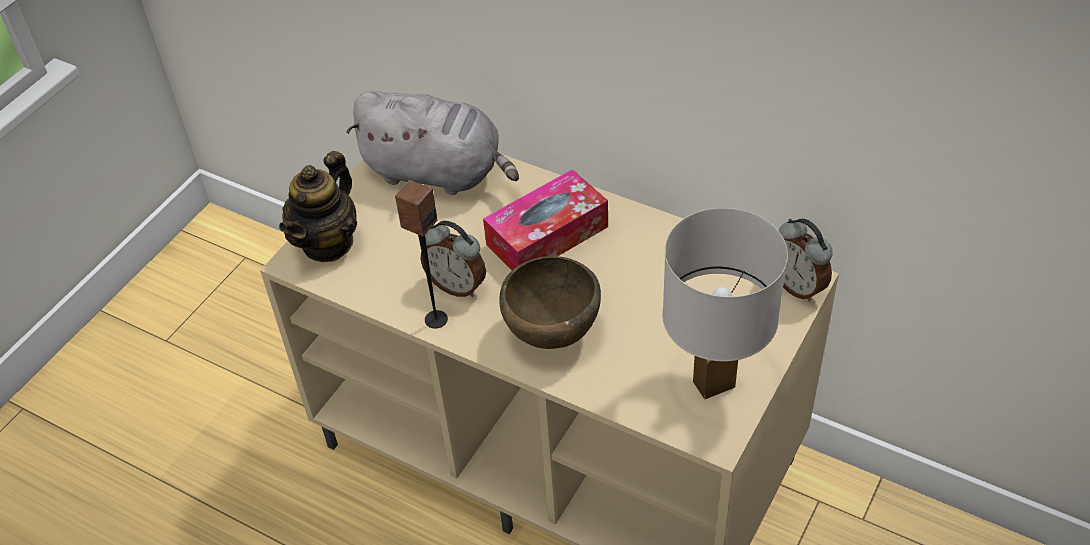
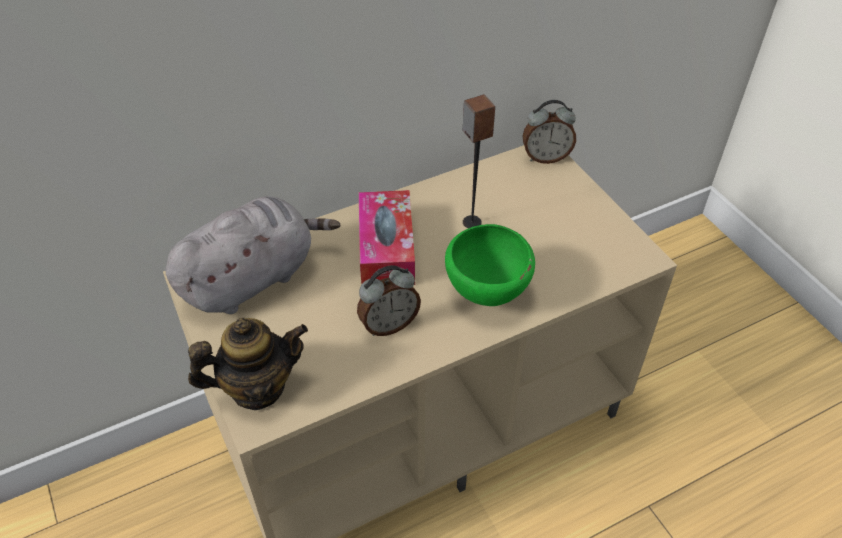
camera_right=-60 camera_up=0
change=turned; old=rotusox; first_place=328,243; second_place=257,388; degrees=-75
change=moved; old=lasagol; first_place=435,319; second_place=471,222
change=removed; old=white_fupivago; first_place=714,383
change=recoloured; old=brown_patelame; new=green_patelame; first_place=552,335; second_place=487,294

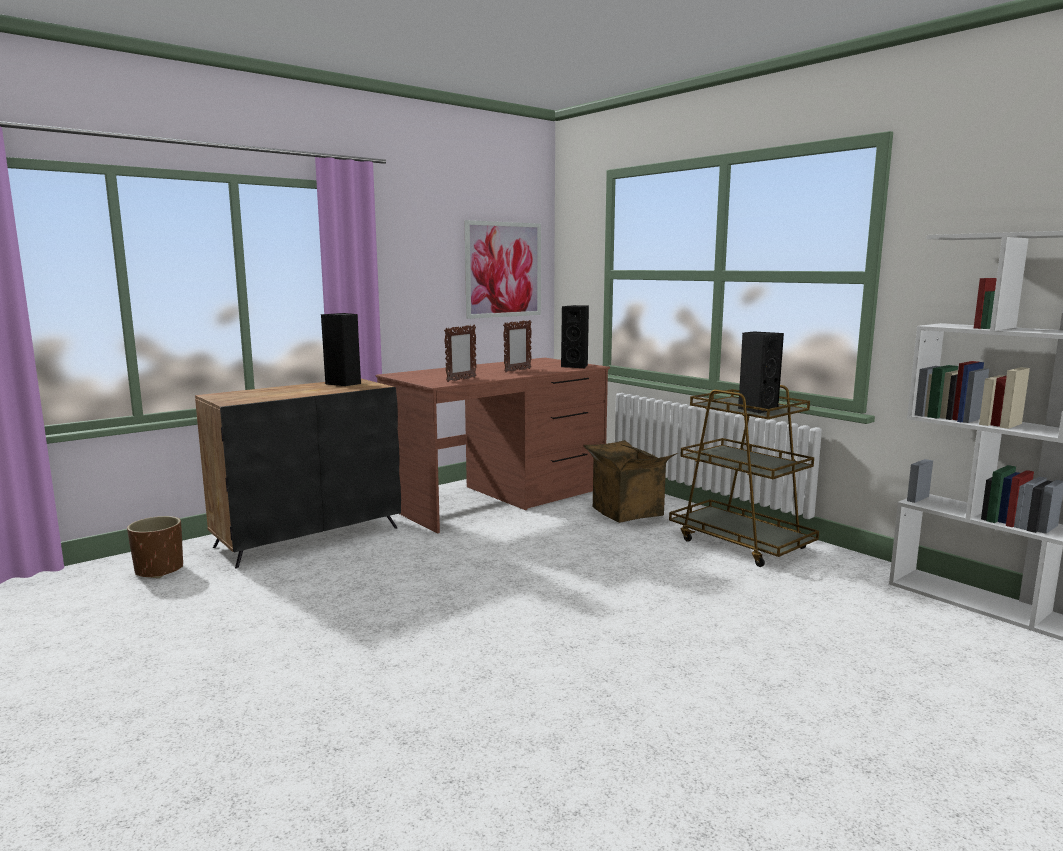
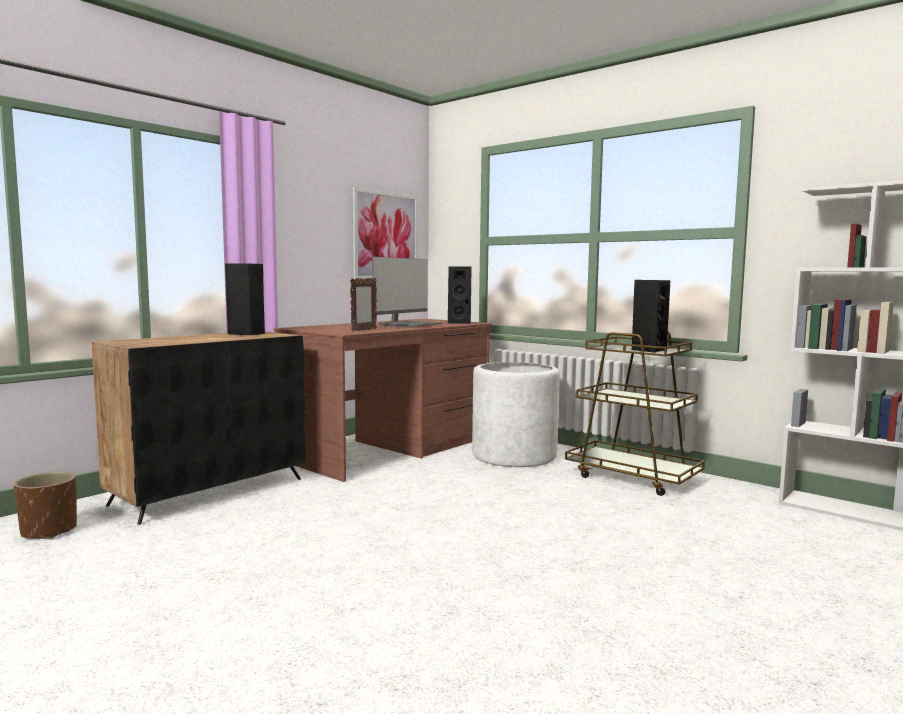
camera_right=-10 camera_up=-5
change=replaced; old=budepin; new=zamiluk; first_place=517,370; second_place=410,325
change=replaced; old=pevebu; new=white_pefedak; first_place=623,511; second_place=514,456

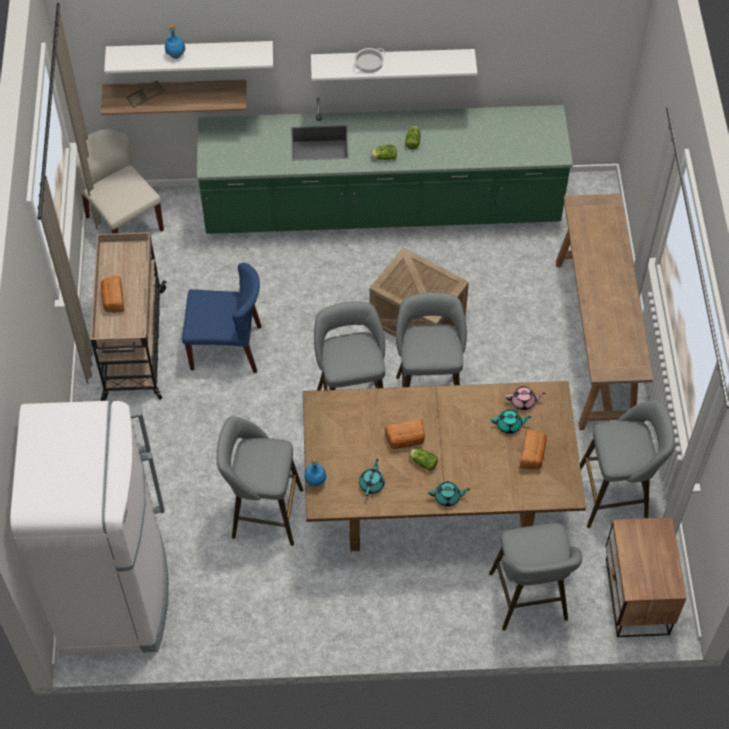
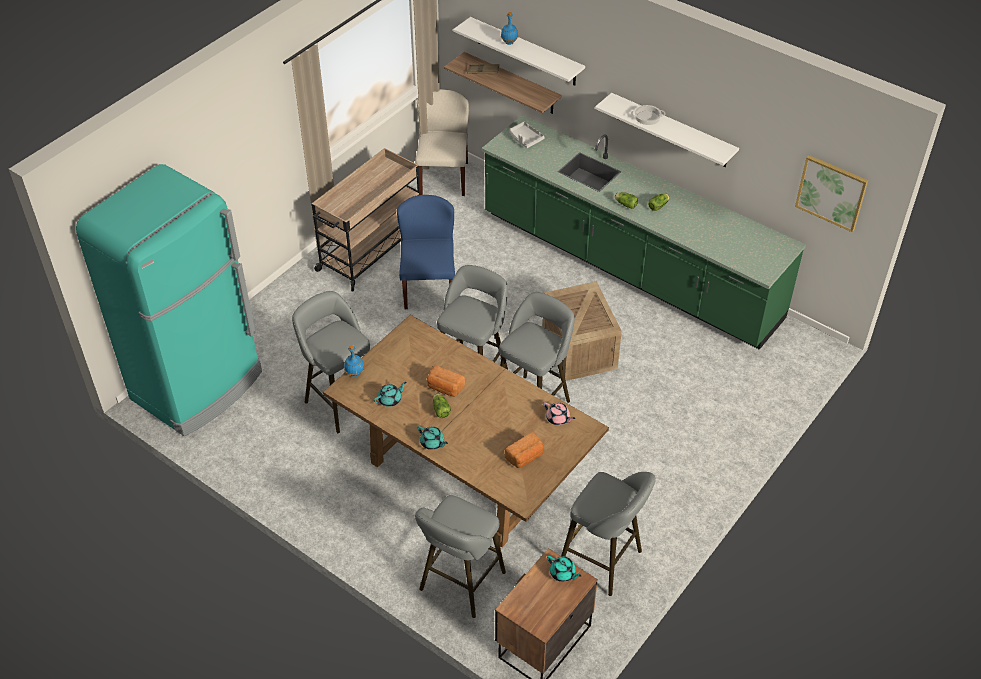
camera_right=40 camera_up=-10
change=removed; old=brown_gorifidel; first_place=594,342
change=turned; old=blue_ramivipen; first_place=227,347; second_place=428,287; degrees=-135
change=removed; old=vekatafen; first_place=113,300
change=recoloured; old=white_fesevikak; new=turquoise_fesevikak; first_place=116,595; second_place=198,386
change=moved; old=turquoise_rotusox; first_place=509,425; second_place=563,573
change=added; new=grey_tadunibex; second_place=525,139
change=added; new=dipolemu; second_place=831,192

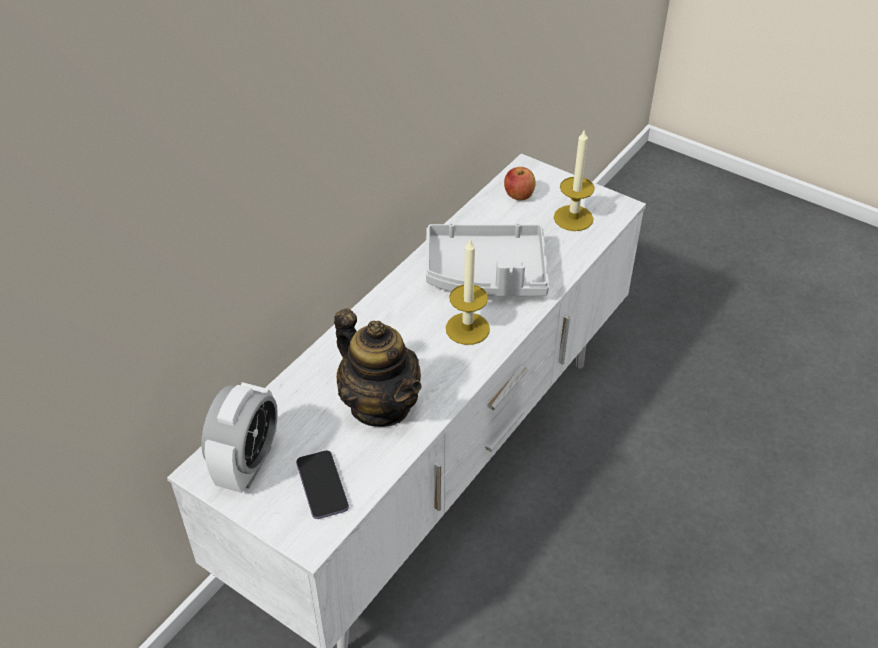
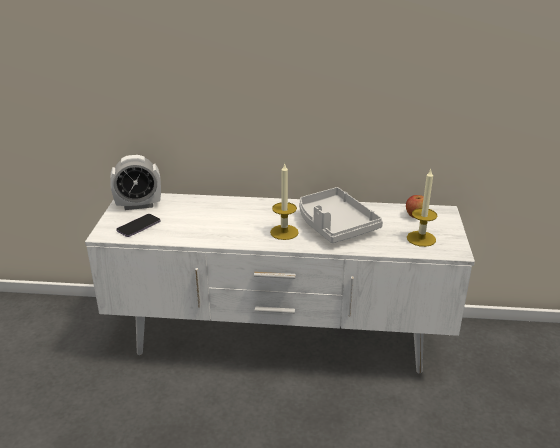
camera_right=60 camera_up=-15
change=removed; old=rotusox; first_place=380,405

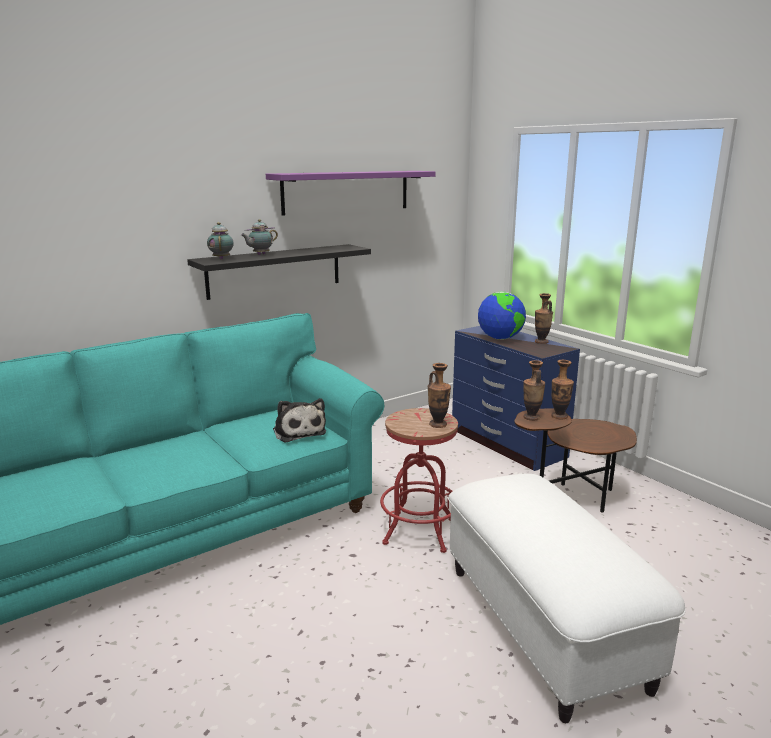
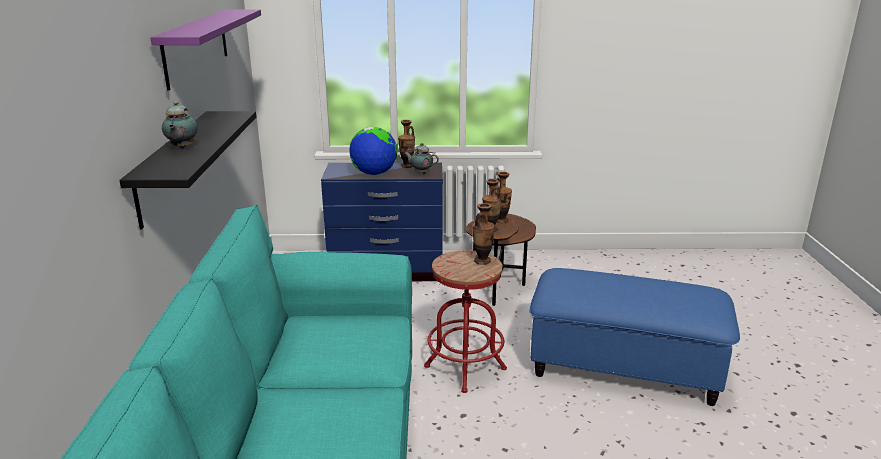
camera_right=-55 camera_up=5
change=moved; old=rotusox; first_place=221,258; second_place=421,173
change=removed; old=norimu; first_place=298,431
change=recoloured; old=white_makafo; new=blue_makafo; first_place=545,625; second_place=624,368

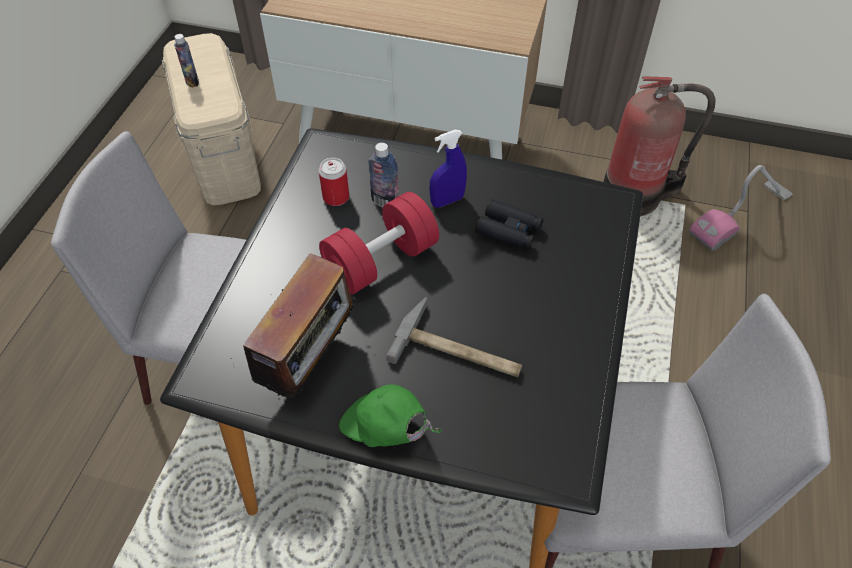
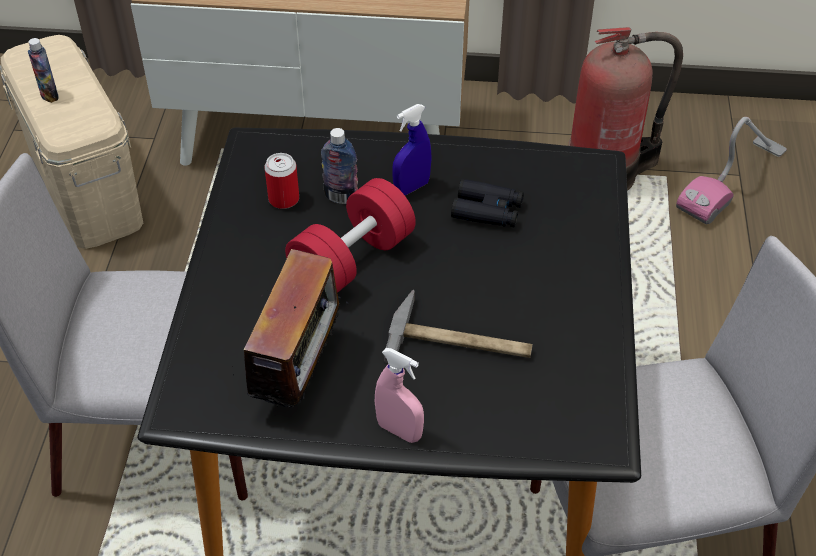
camera_right=-10 camera_up=-5
change=replaced; old=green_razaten; new=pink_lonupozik; first_place=385,430; second_place=399,431

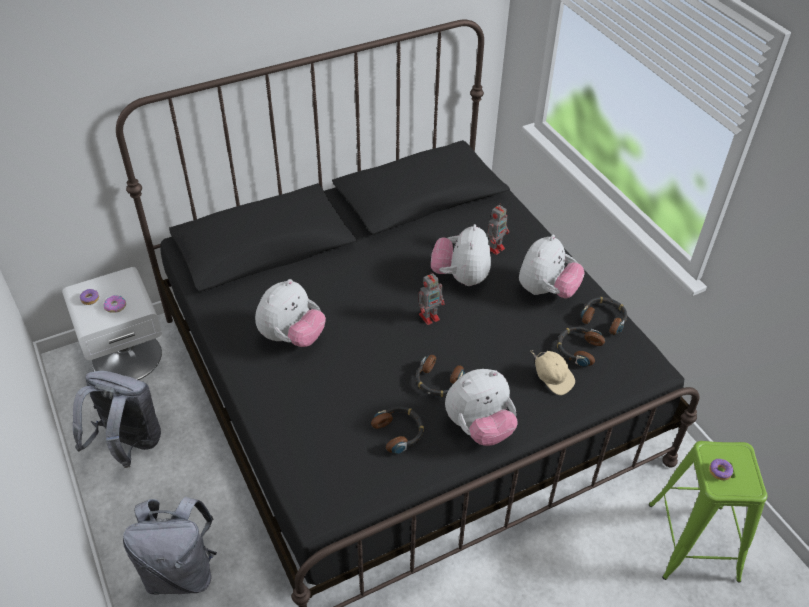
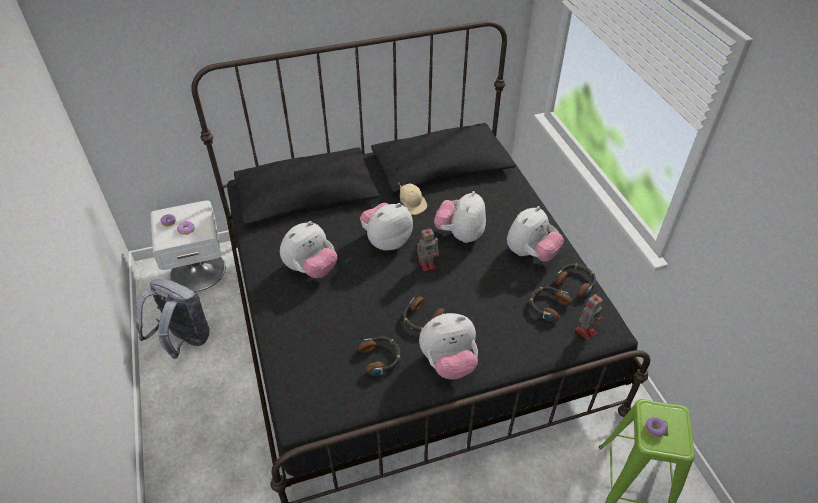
camera_right=10 camera_up=0
change=moved; old=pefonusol; first_place=495,247; second_place=586,331
change=moved; old=beige_razaten; first_place=552,378; second_place=412,204
change=removed; old=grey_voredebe; first_place=181,571
change=added; new=norimu; second_place=386,241

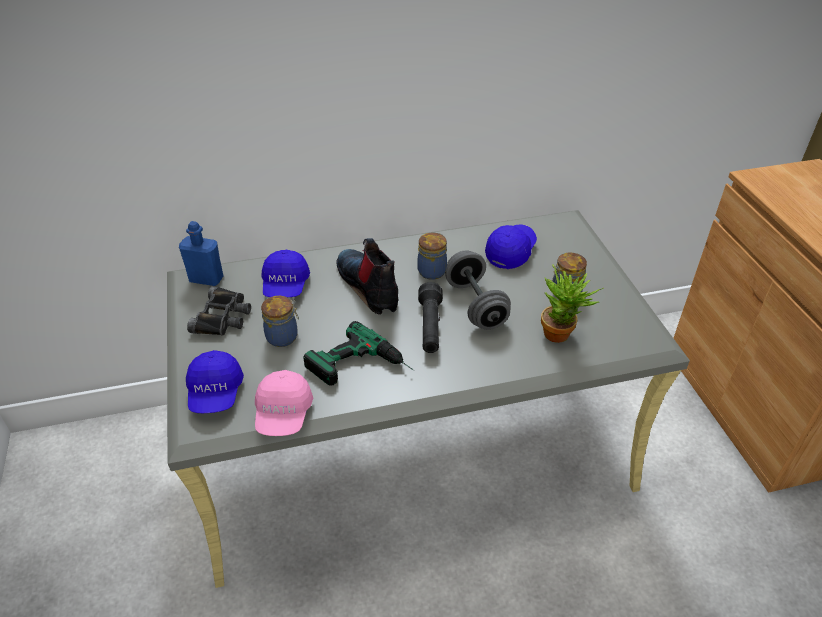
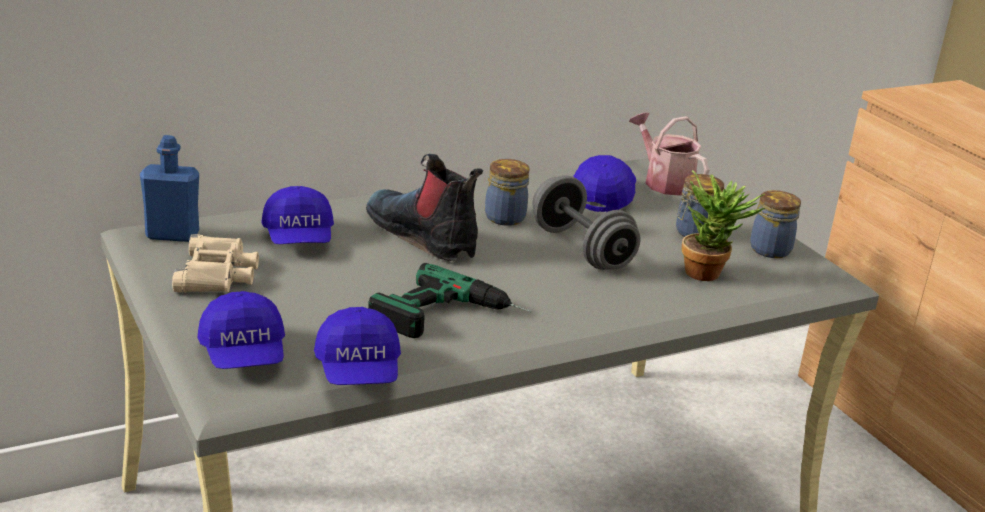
camera_right=-15 camera_up=-15
change=removed; old=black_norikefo; first_place=430,327
change=recoloured; old=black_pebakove; new=beige_pebakove; first_place=223,317; second_place=217,274
change=moved; old=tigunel; first_place=283,336; second_place=771,249
change=recoloured; old=pink_razaten; new=blue_razaten; first_place=283,414; second_place=359,371
change=added; new=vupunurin; second_place=664,182

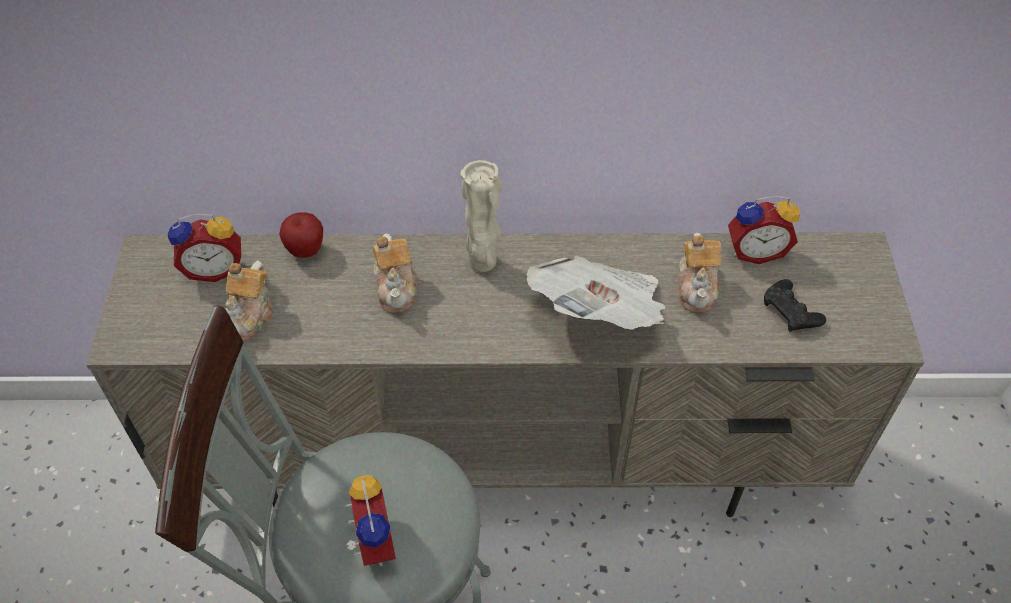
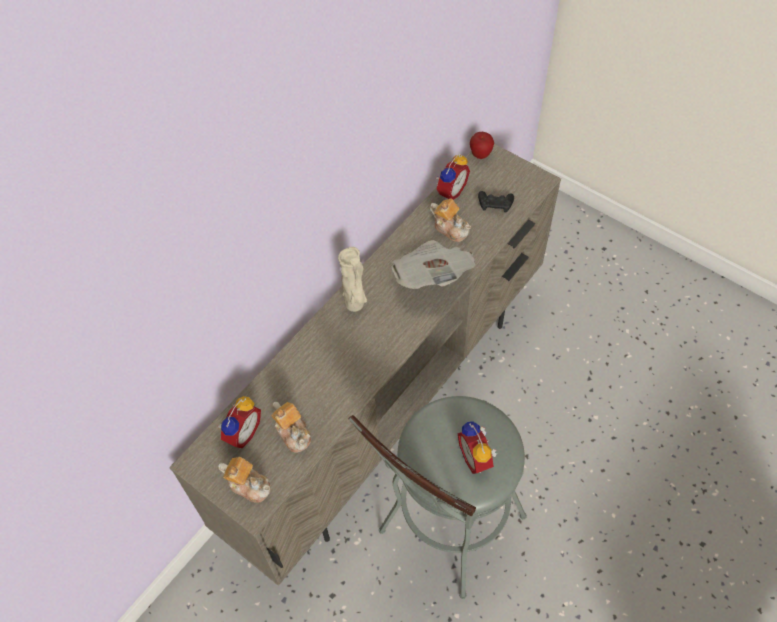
camera_right=-50 camera_up=5
change=moved; old=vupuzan; first_place=306,251; second_place=480,155
change=moved; old=rotusox; first_place=396,287; second_place=249,485
change=turned; old=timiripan; first_place=371,543; second_place=477,457; degrees=-135

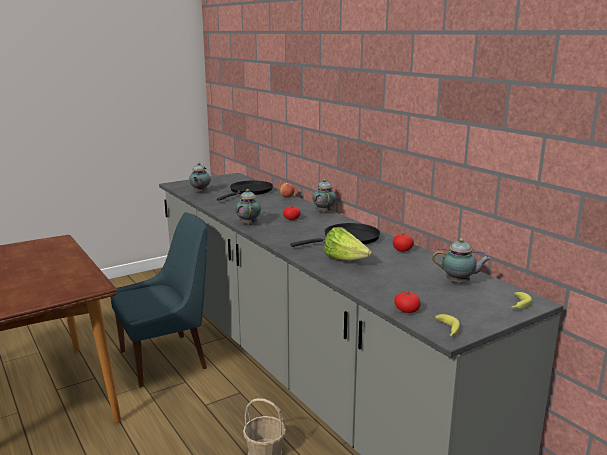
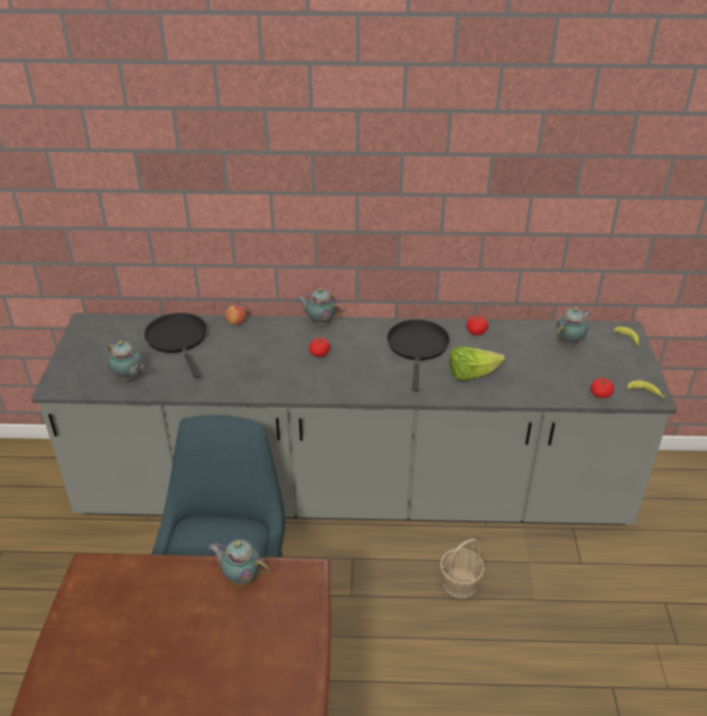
camera_right=-55 camera_up=20
change=moved; old=rotusox; first_place=248,223; second_place=241,577

